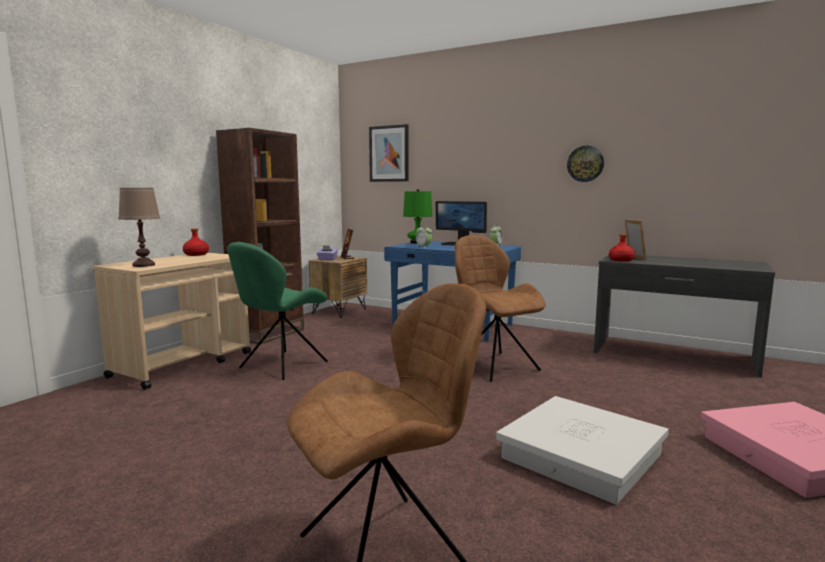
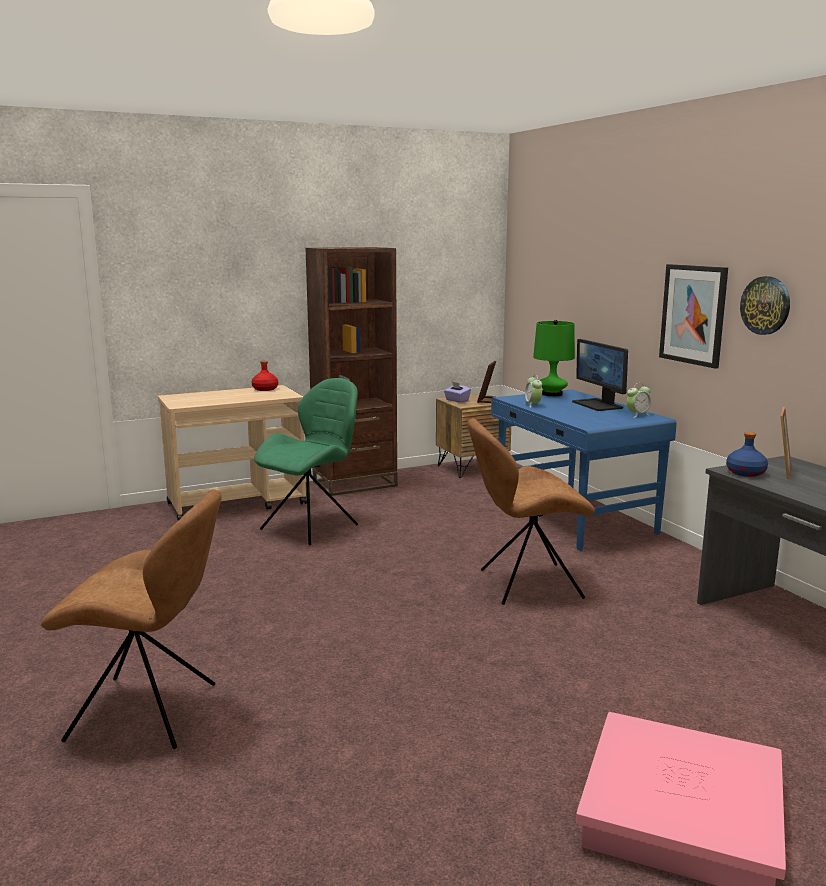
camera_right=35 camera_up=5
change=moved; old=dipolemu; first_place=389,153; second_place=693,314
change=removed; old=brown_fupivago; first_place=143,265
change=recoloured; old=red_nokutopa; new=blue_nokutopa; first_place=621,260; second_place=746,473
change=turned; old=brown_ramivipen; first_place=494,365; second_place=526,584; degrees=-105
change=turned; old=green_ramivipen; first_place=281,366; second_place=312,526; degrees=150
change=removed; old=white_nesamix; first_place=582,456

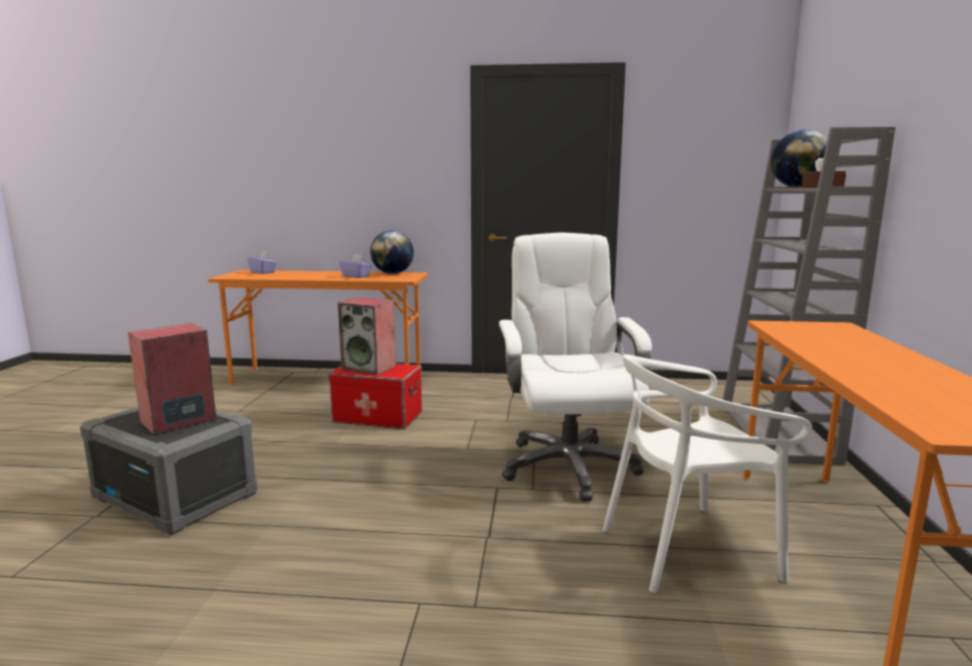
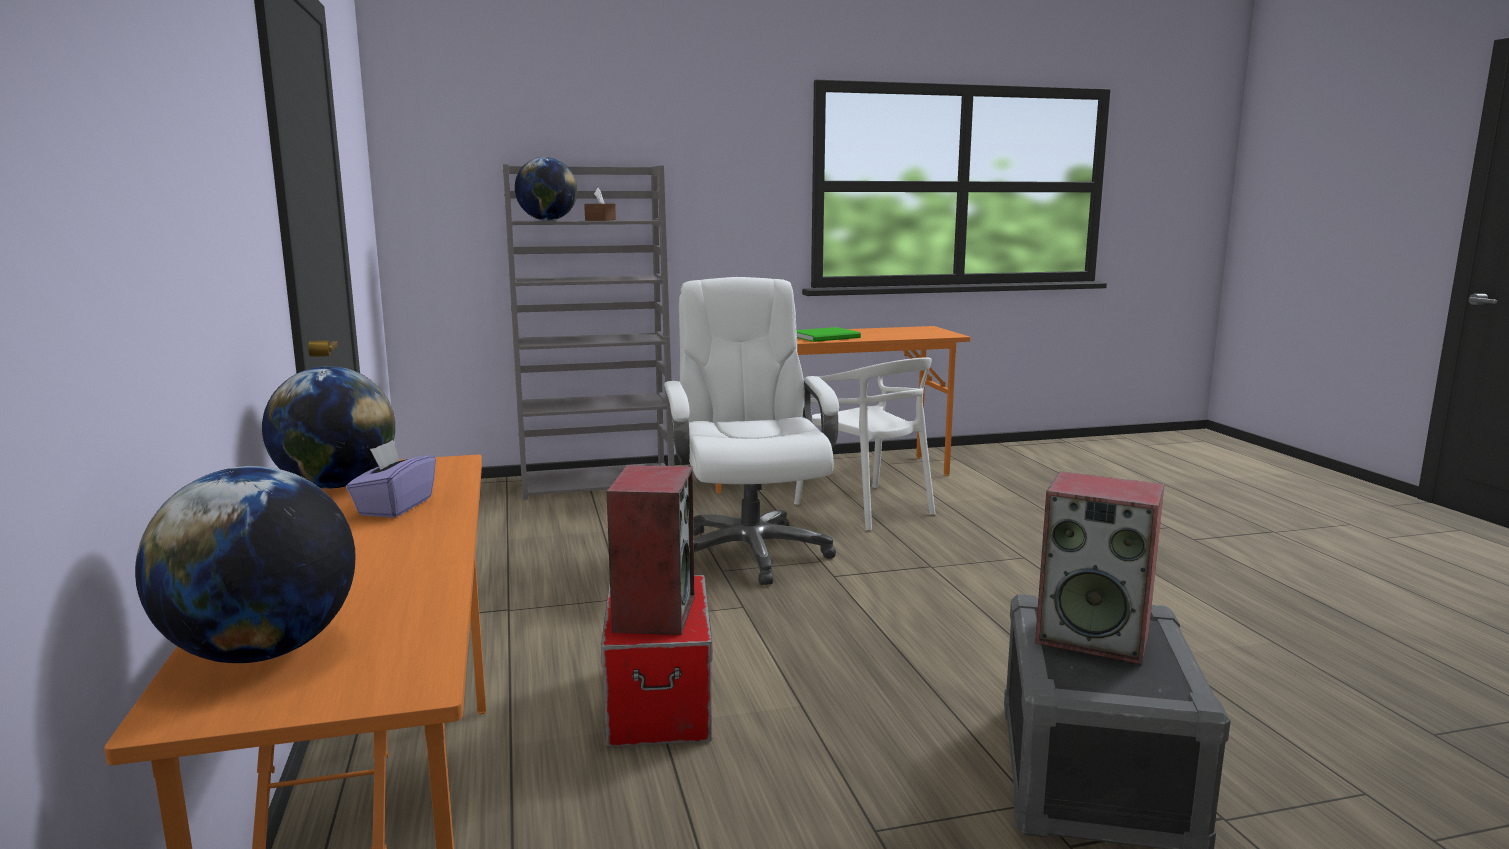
camera_right=-110 camera_up=0
change=turned; old=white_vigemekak; first_place=568,466; second_place=749,552; degrees=105
change=replaced; old=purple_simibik; new=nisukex; first_place=263,272; second_place=262,652
change=added; new=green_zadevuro; second_place=827,337

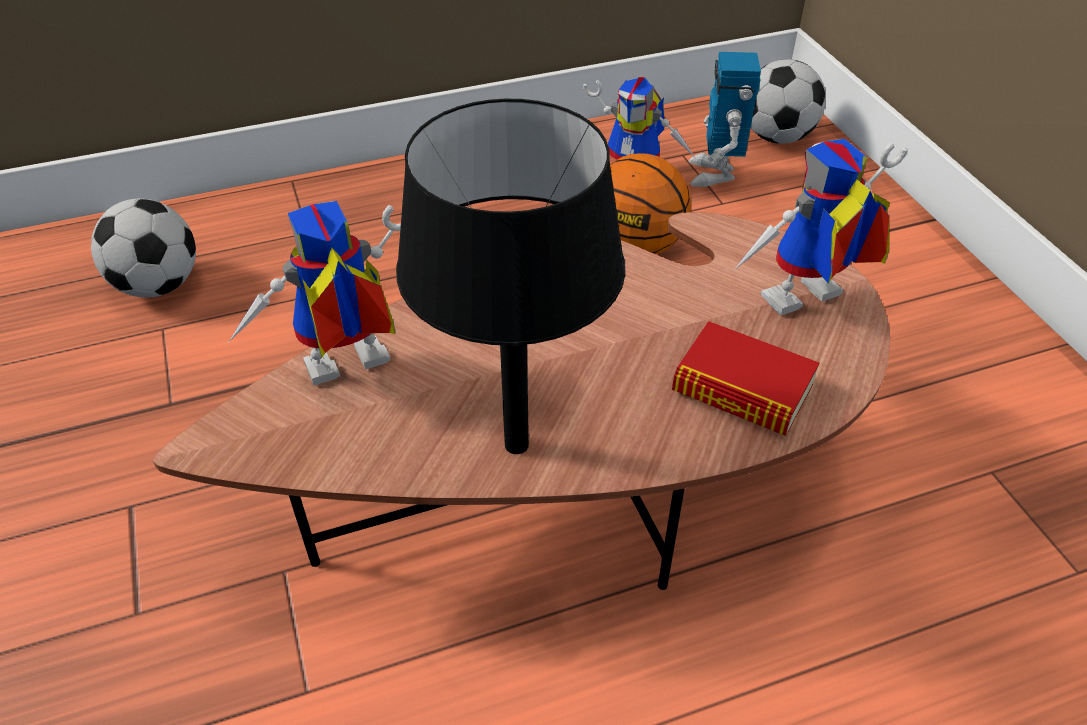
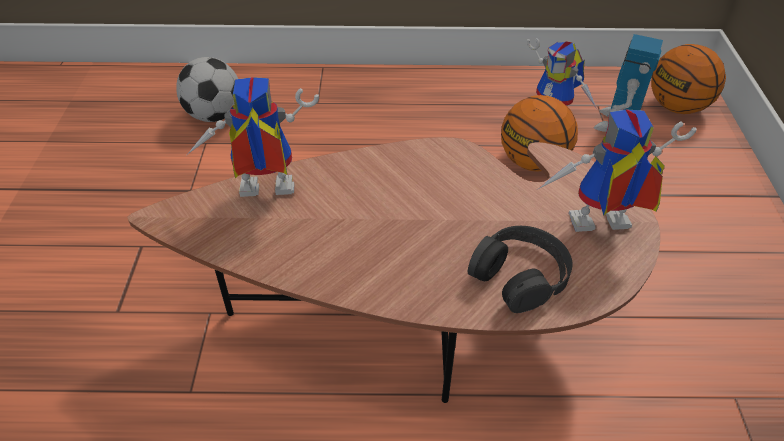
camera_right=20 camera_up=0
change=replaced; old=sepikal; new=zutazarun; first_place=777,137; second_place=677,107
change=removed; old=black_fupivago; first_place=515,445
change=replaced; old=zadevuro; new=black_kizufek; first_place=742,389; second_place=520,275

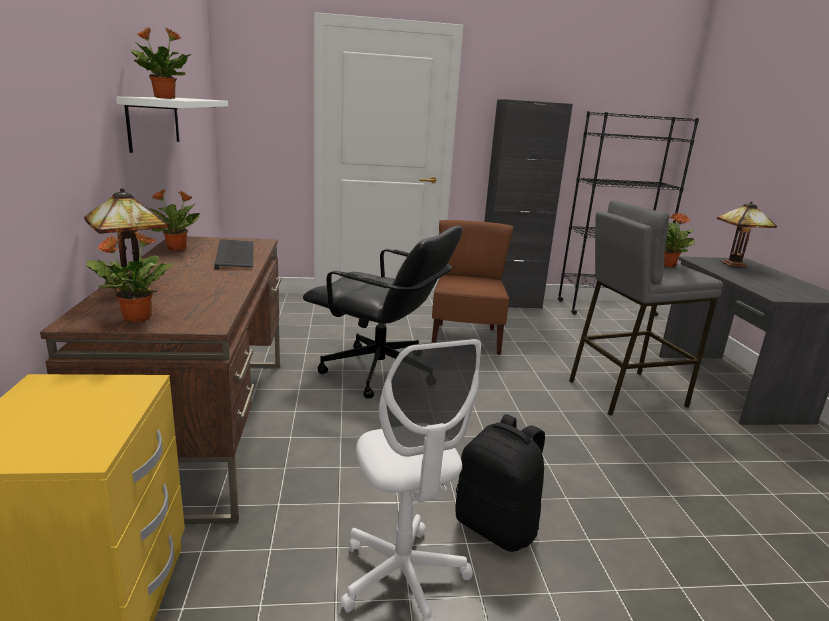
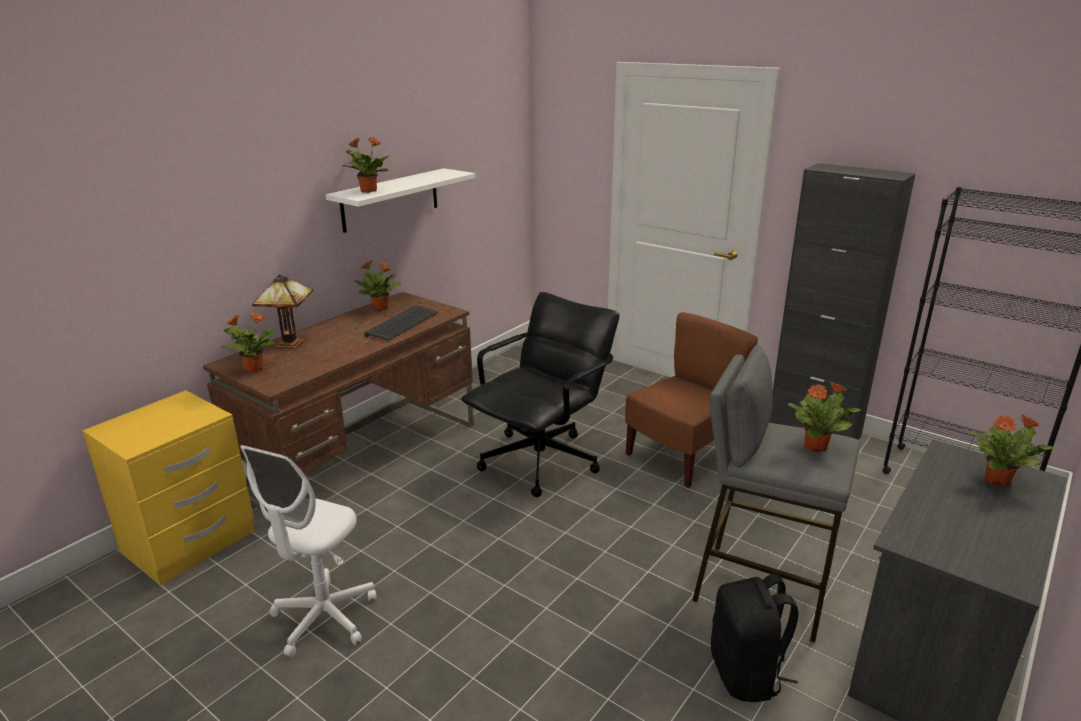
camera_right=45 camera_up=5
change=replaced; old=fupivago; new=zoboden; first_place=736,265; second_place=998,480
change=turned; old=black_vigemekak; first_place=380,372; second_place=541,461; degrees=-120
change=moved; old=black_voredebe; first_place=497,527; second_place=746,674

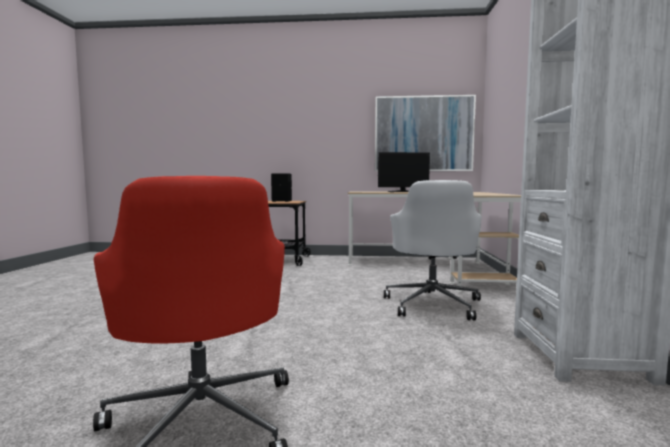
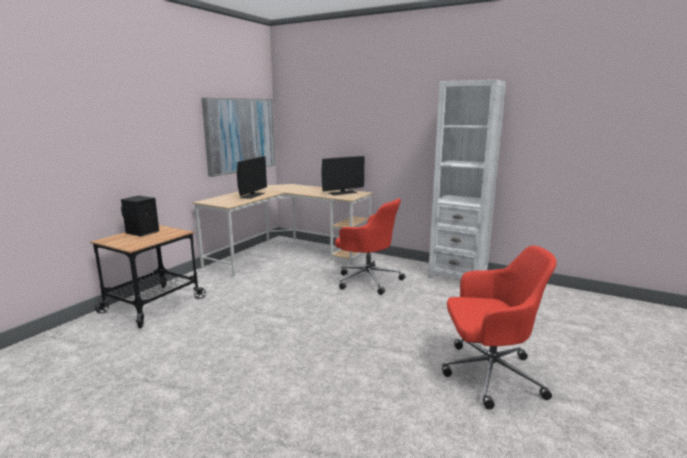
camera_right=-65 camera_up=10
change=recoloured; old=white_vigemekak; new=red_vigemekak; first_place=432,304; second_place=367,280
change=added; new=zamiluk; second_place=342,193

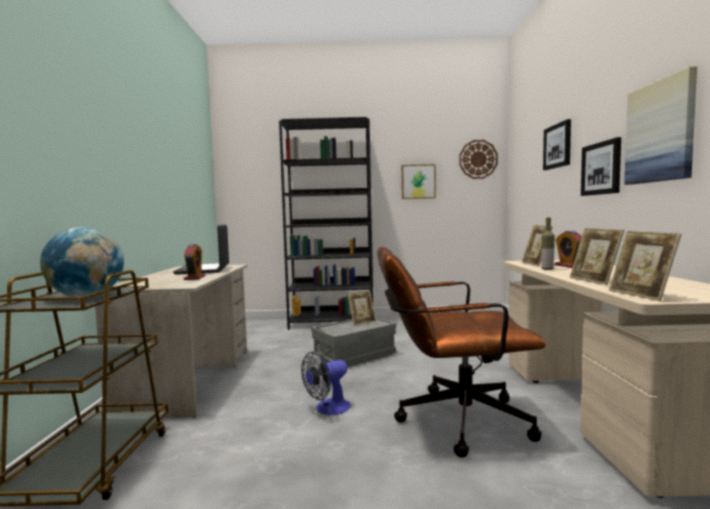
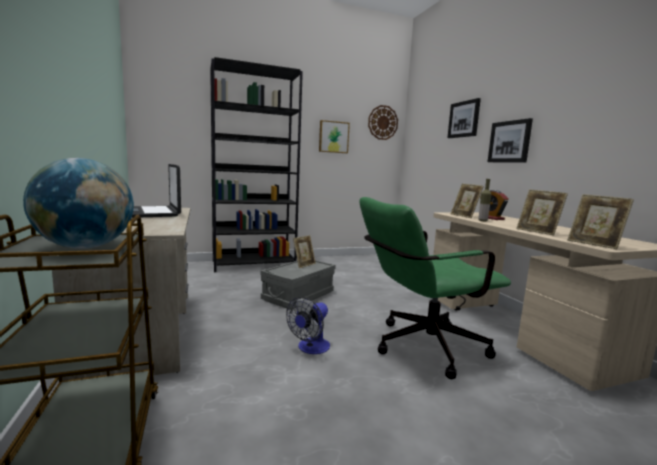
camera_right=-20 camera_up=5
change=removed; old=dipolemu; first_place=660,132
change=removed; old=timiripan; first_place=194,277
change=recoloured; old=brown_vigemekak; new=green_vigemekak; first_place=451,420; second_place=420,347

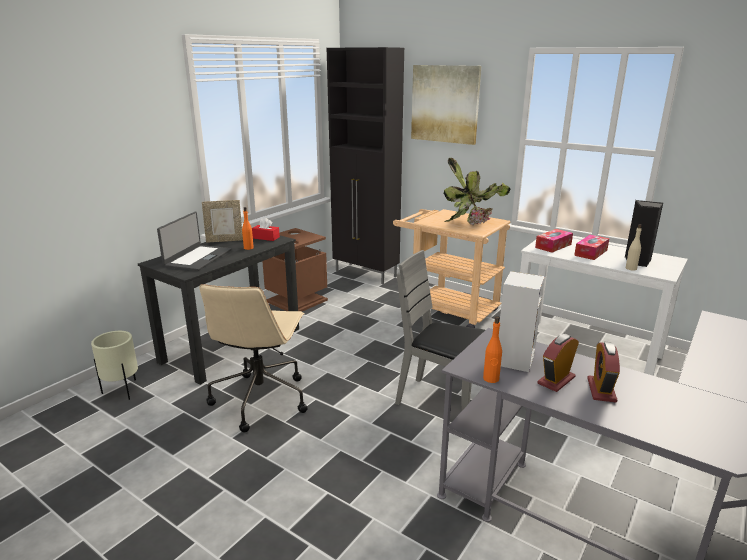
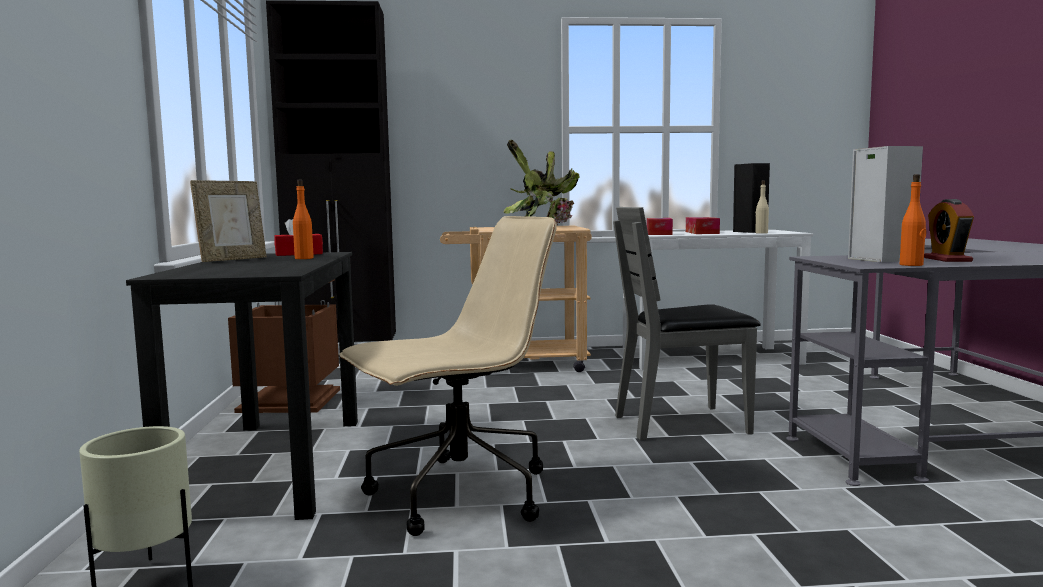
camera_right=-40 camera_up=-15
change=removed; old=dipolemu; first_place=445,104
change=removed; old=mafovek; first_place=197,258
change=turned; old=beige_vigemekak; first_place=260,399; second_place=457,495; degrees=-90
change=removed; old=timiripan; first_place=601,390

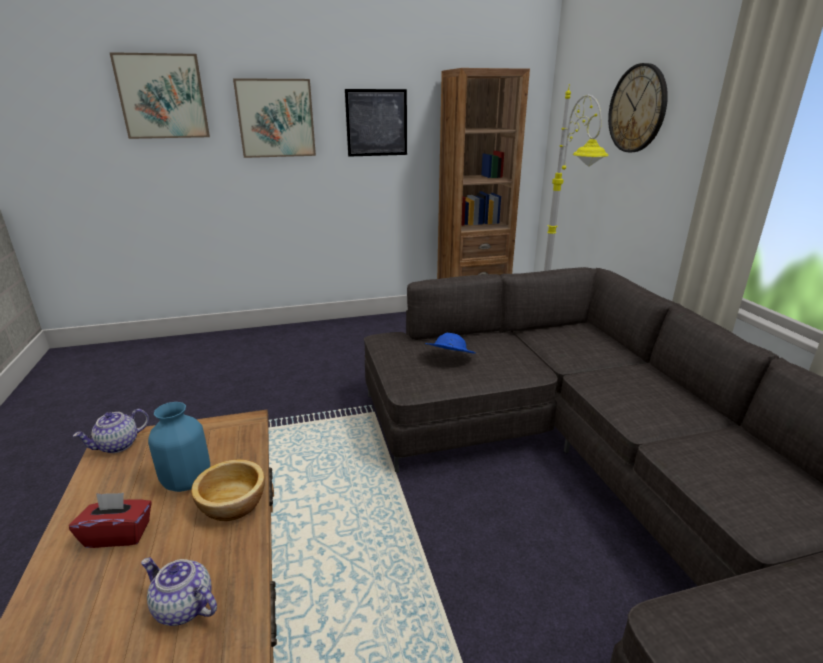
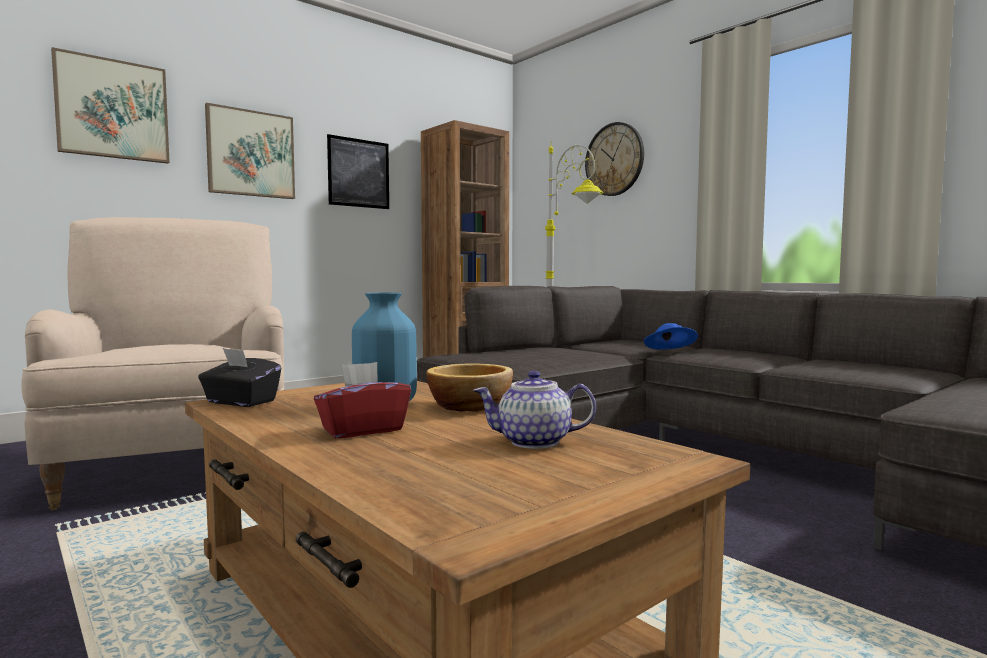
camera_right=-25 camera_up=-20
change=moved; old=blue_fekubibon; first_place=449,359; second_place=669,352
change=replaced; old=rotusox; new=black_simibik; first_place=118,445; second_place=240,402
change=added; new=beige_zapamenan; second_place=178,466

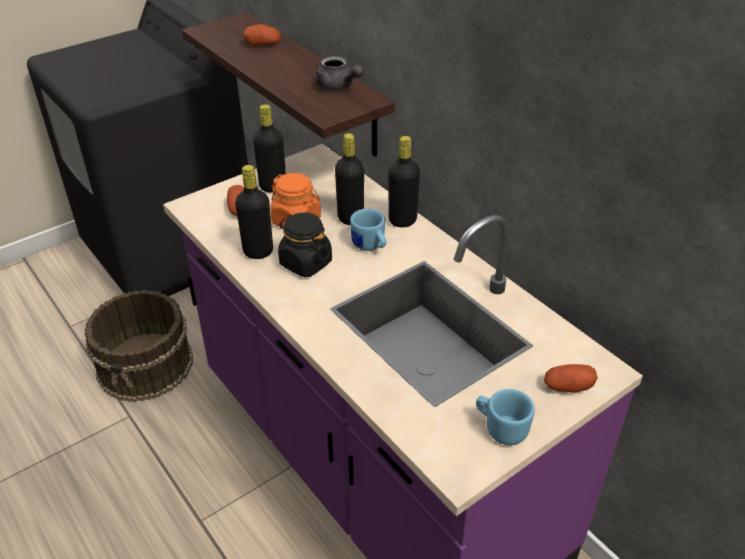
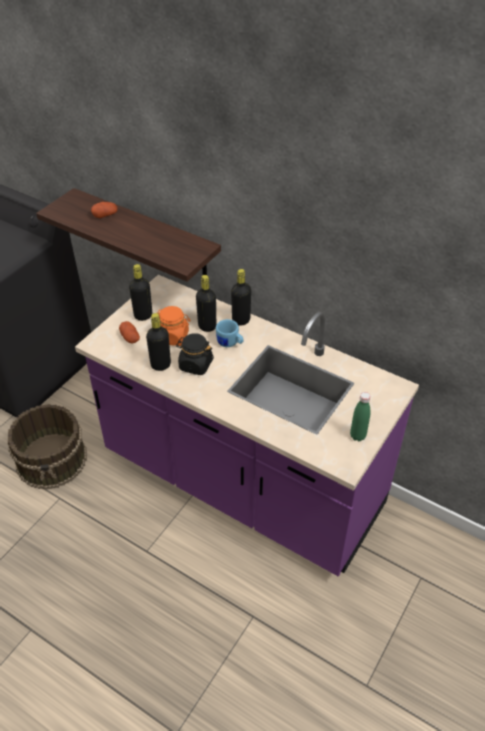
camera_right=-20 camera_up=5
change=removed; old=grey_rotusox; first_place=338,86
change=removed; old=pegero; first_place=568,387
change=replaced; old=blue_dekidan; new=green_nokutopa; first_place=500,428; second_place=357,436

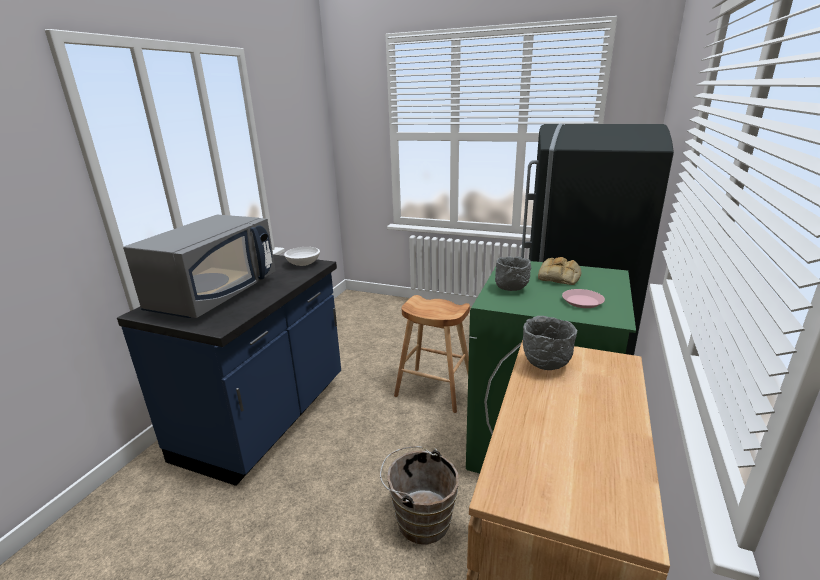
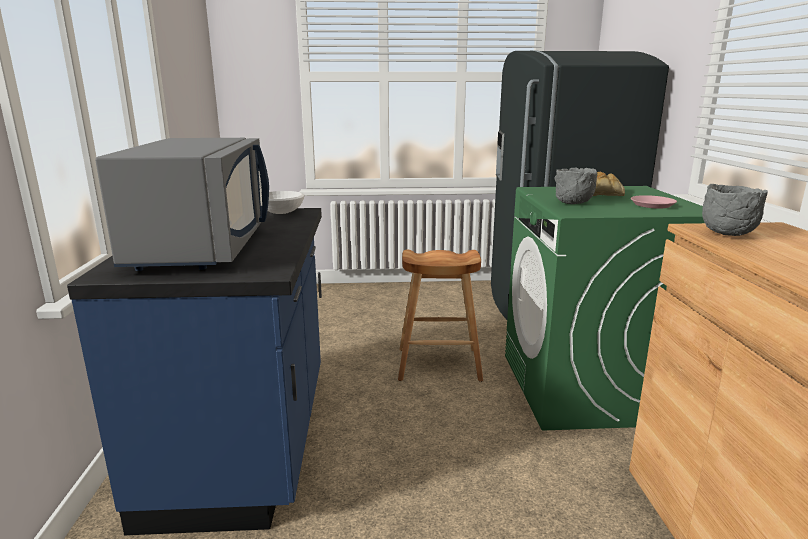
camera_right=-25 camera_up=-5
change=removed; old=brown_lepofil; first_place=419,518

